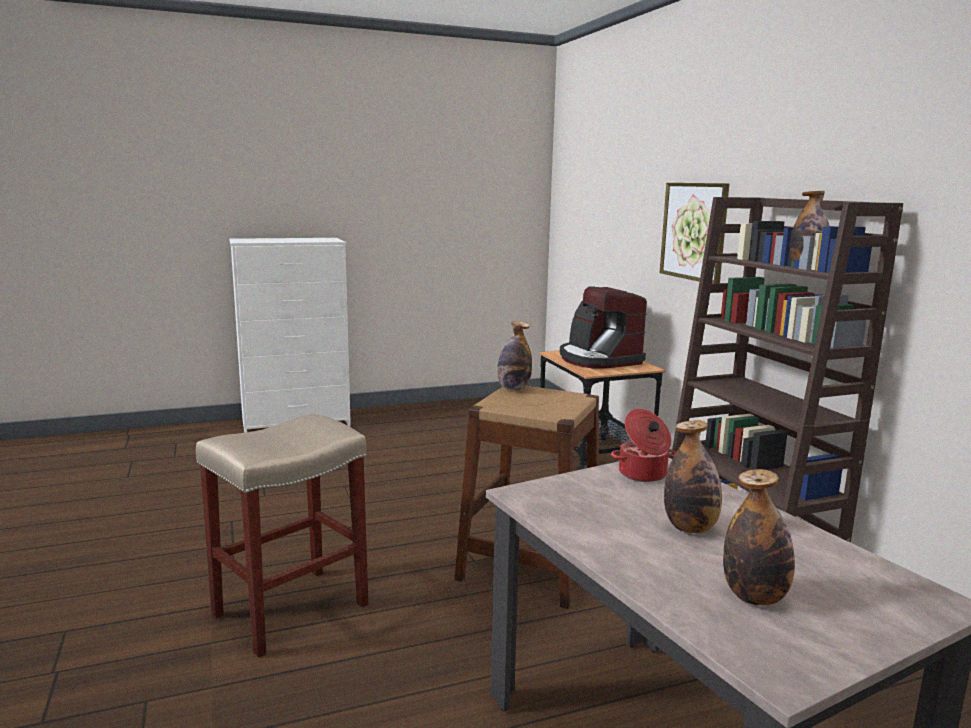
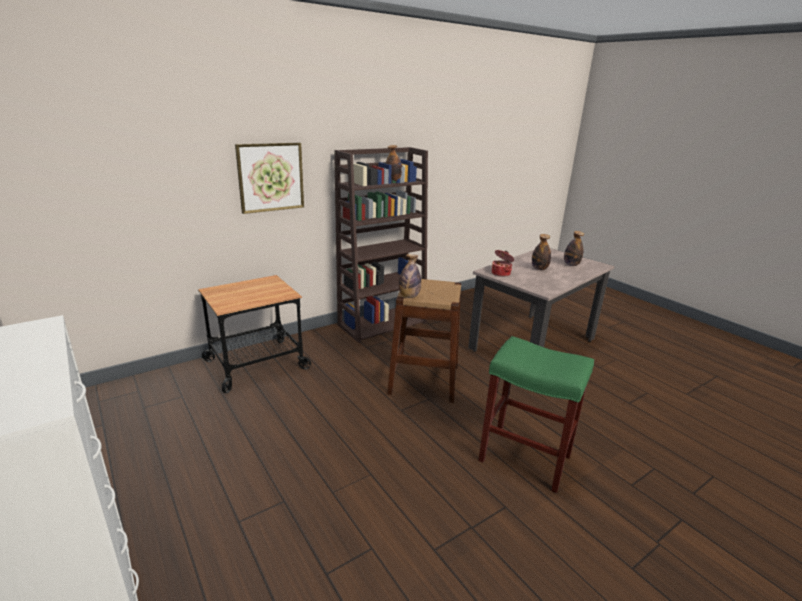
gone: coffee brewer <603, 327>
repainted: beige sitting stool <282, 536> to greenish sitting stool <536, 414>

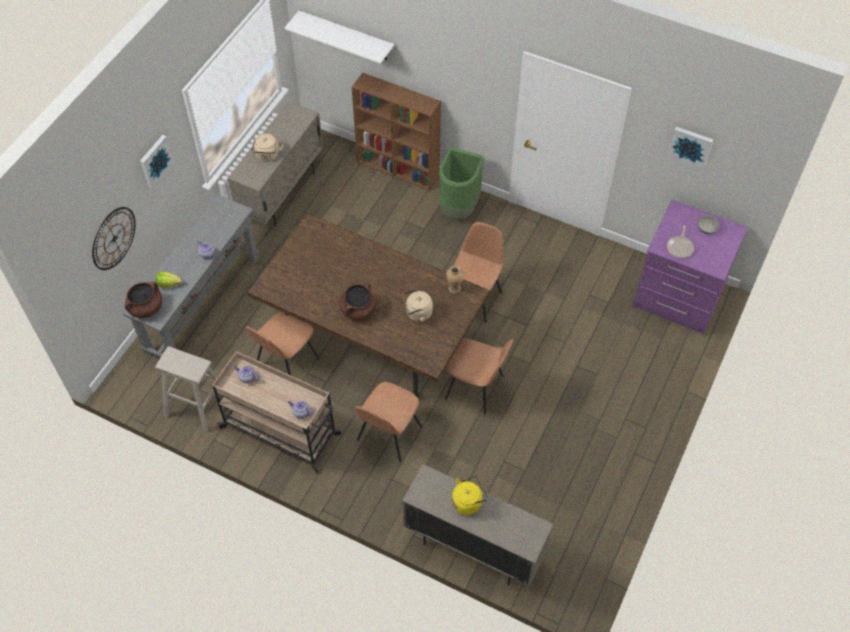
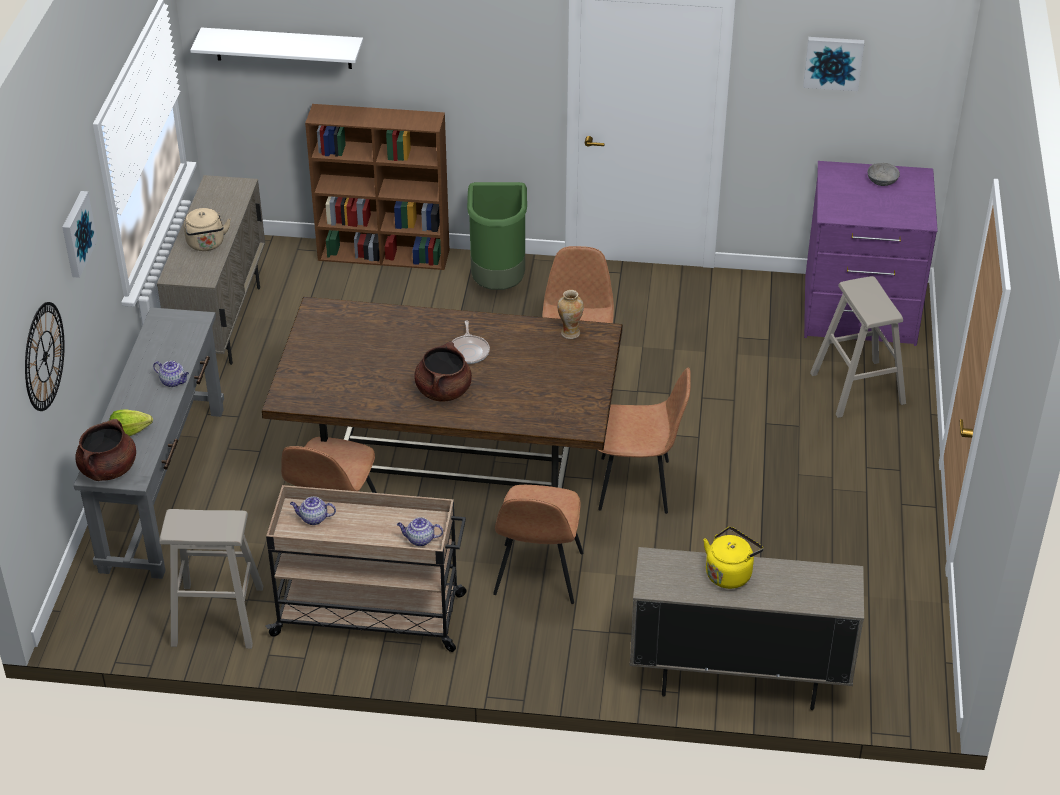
gone: beige tea kettle <417, 305>
new: beige sitting stool <858, 347>
shifted: skillet <680, 241> to <470, 342>

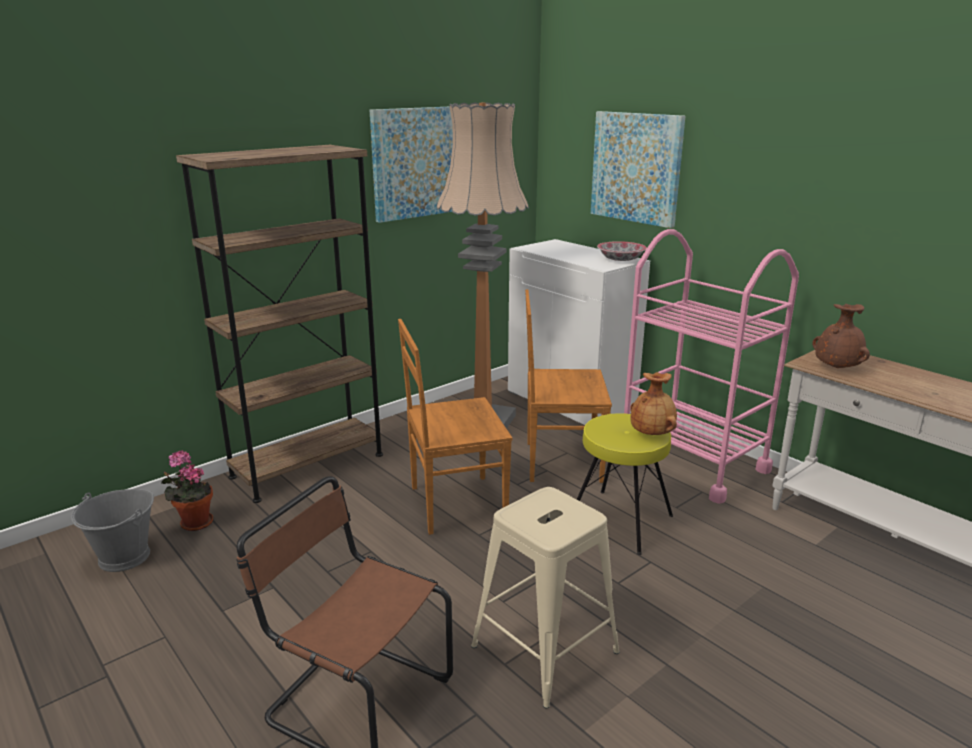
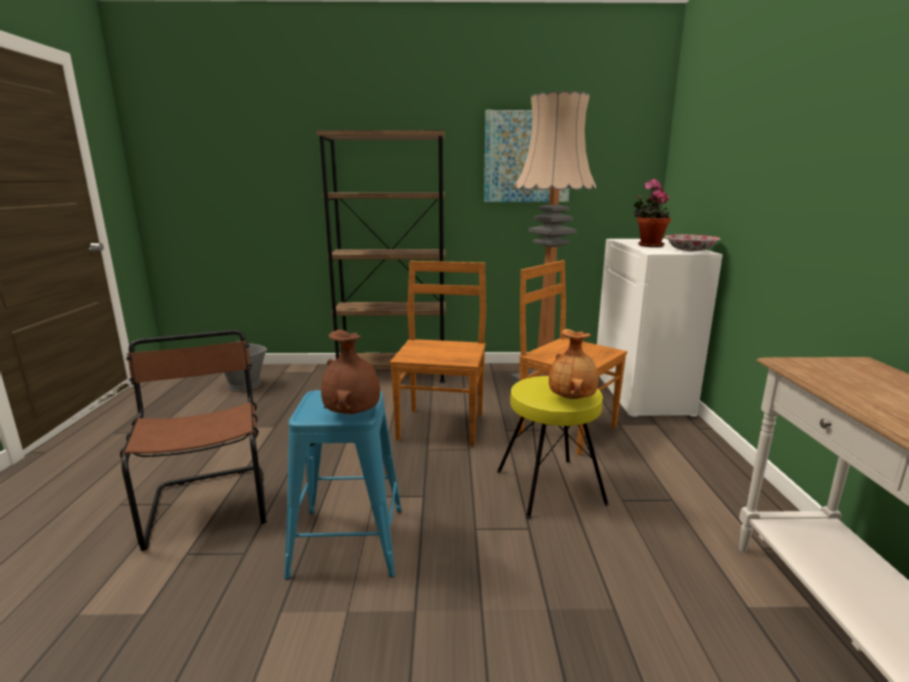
gone: wall art <638, 169>; pink-coloured cart <711, 366>
shifted: brown-coloured decorative vase <841, 336> to <350, 372>; houseplant <187, 490> to <652, 213>
repainted: beige sitting stool <545, 597> to blue sitting stool <343, 485>
rotated: brown-coloured chair <455, 427> = <438, 353> 75 degrees clockwise

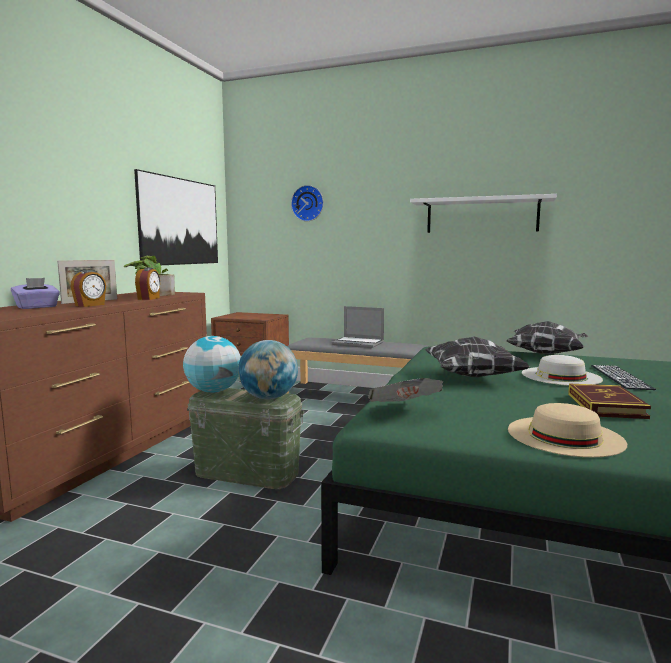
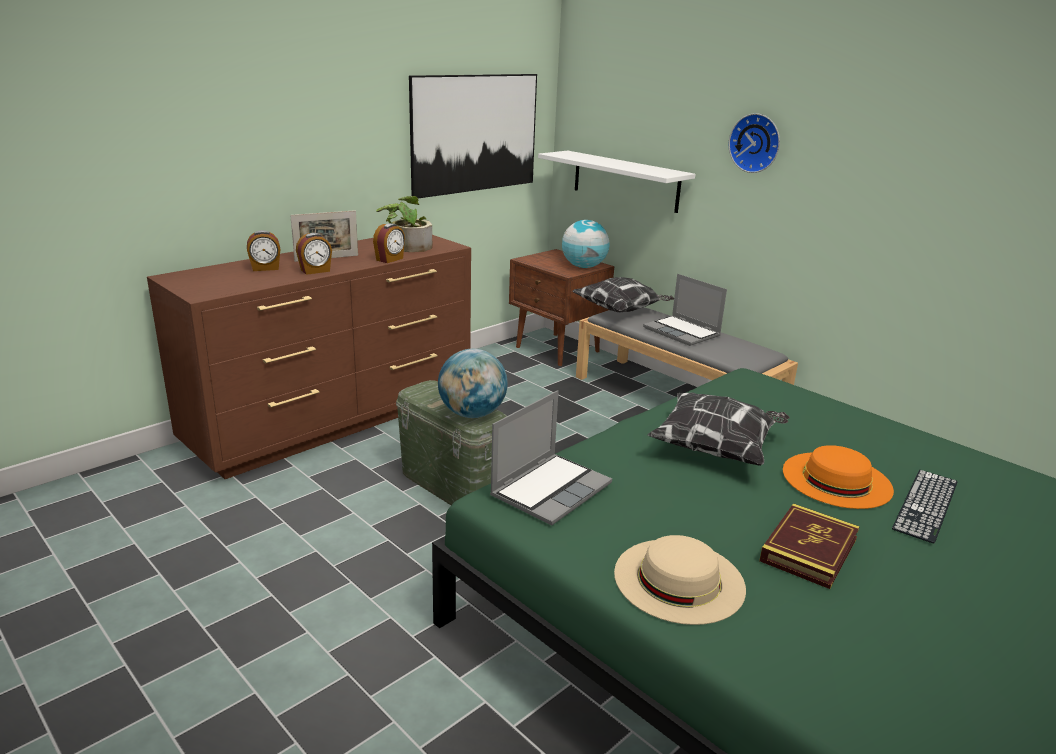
shifted: wall clock <307, 203> to <754, 143>; white bracket shelf <483, 213> to <617, 182>; cushion <547, 338> to <623, 295>; globe <212, 364> to <585, 244>
swapped: purple-coloured tissue holder <35, 293> to alarm clock <263, 250>; newspaper <405, 390> to laptop <551, 457>
repainted: white wearable hat <562, 370> to orangey wearable hat <838, 477>

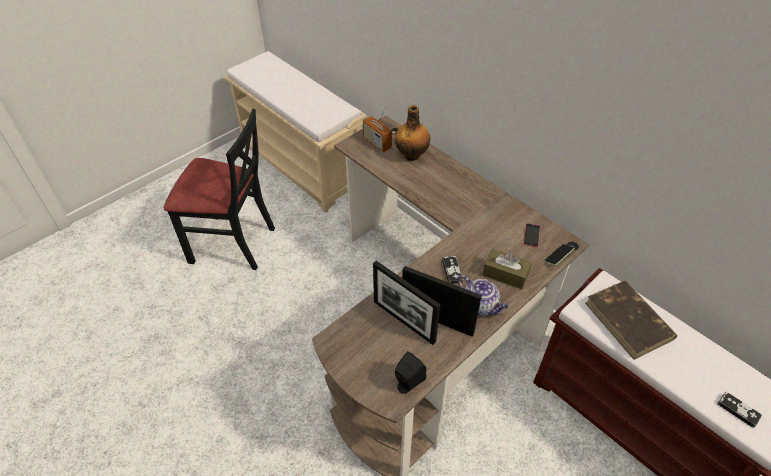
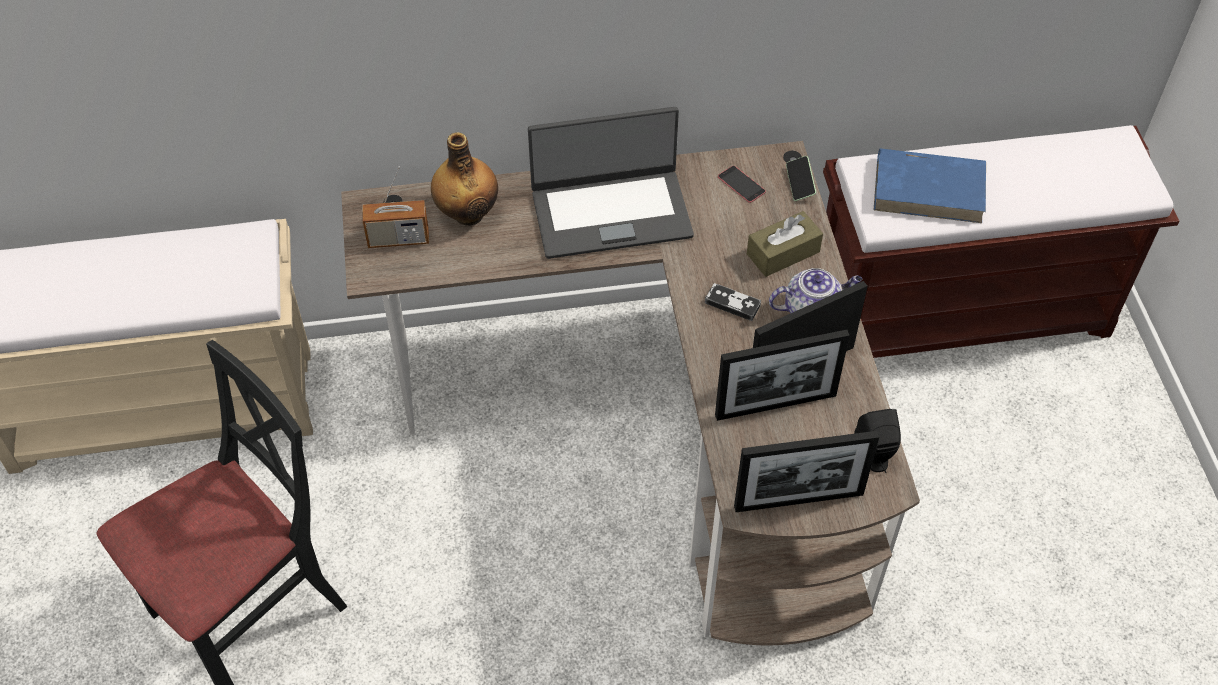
gone: gamepad <739, 410>
new: laptop <611, 183>; photo frame <806, 471>
repainted: brown-coloured volume <631, 320> to blue volume <930, 185>

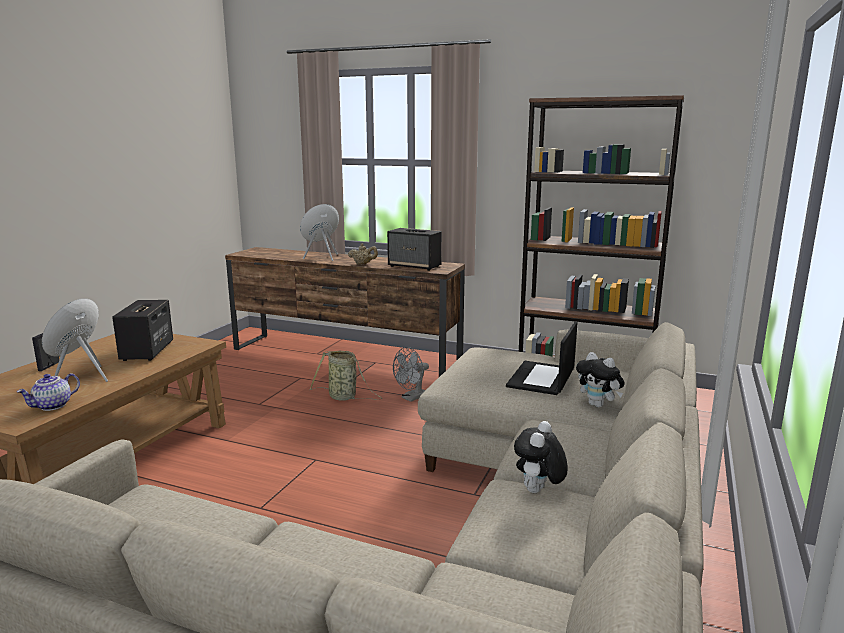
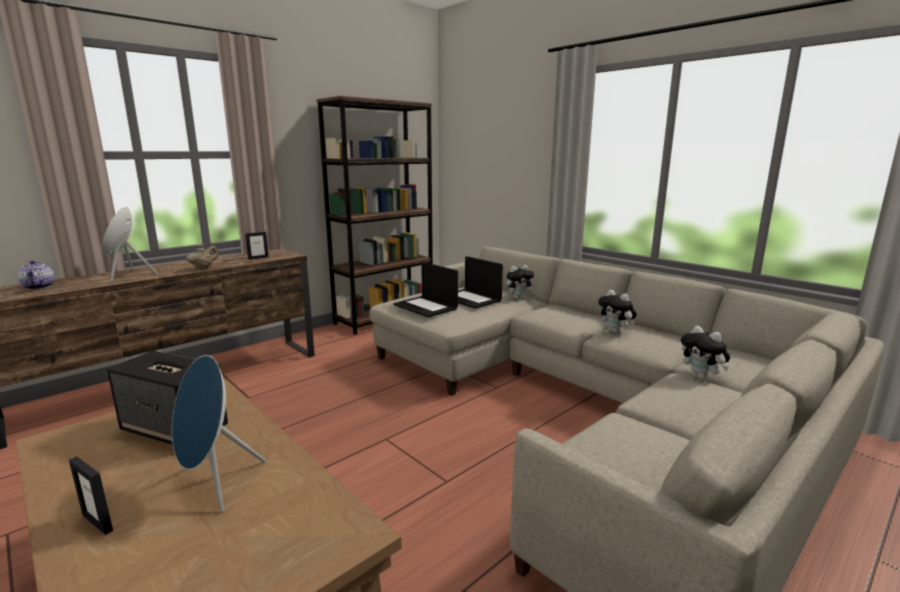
gone: grey electric fan <411, 374>; basket <346, 376>
new: laptop <426, 290>; soft toy <705, 353>
shifted: teapot <48, 392> to <36, 275>
swapped: audio speaker <414, 249> to photo frame <257, 246>

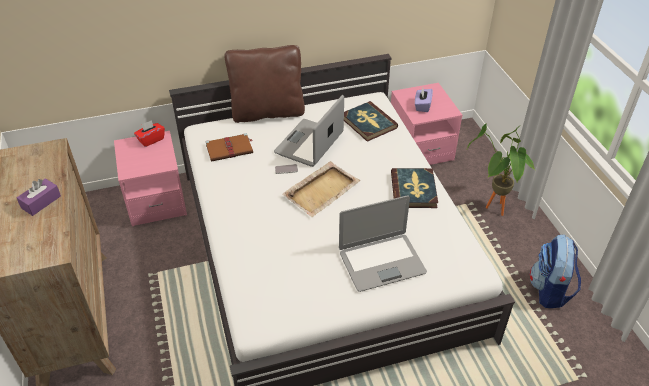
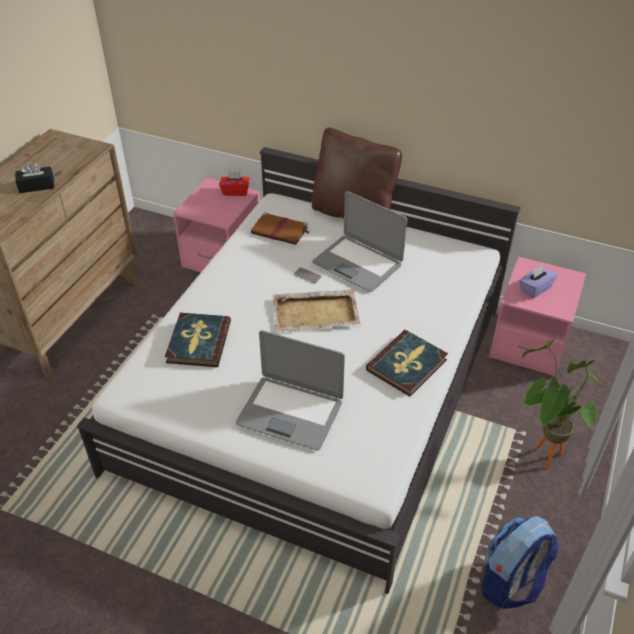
shifted: volume <371, 121> to <198, 340>
repainted: purple-coloured tissue holder <39, 197> to black tissue holder <34, 177>
rotated: laptop <309, 131> = <359, 241> 120 degrees counterclockwise

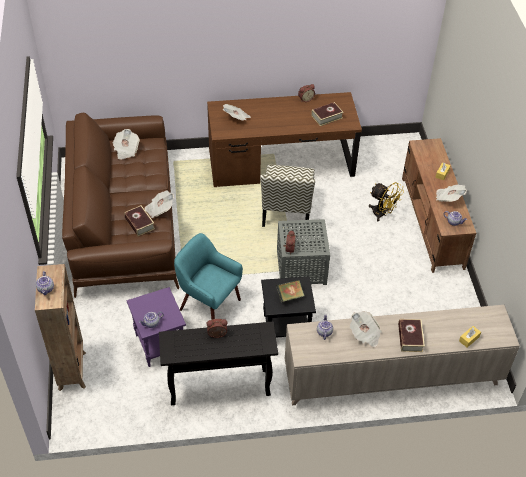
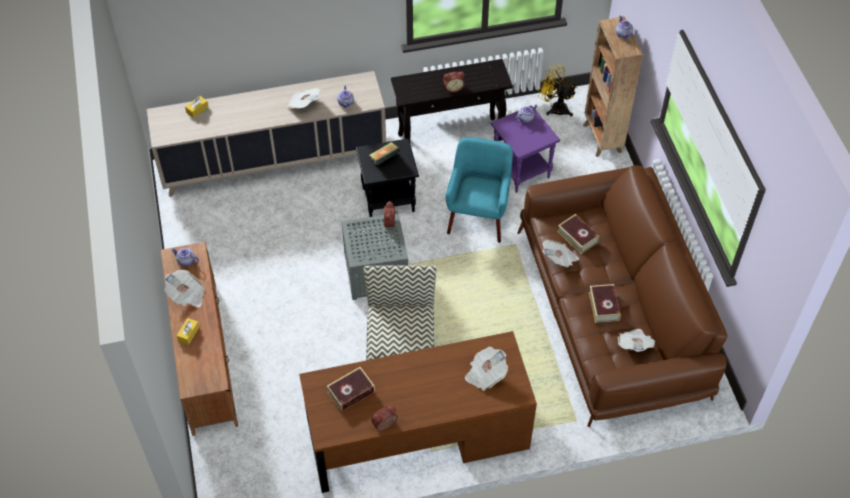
shifted: yellow electric fan <386, 201> to <557, 90>; volume <411, 335> to <605, 303>
rotated: turquoise easy chair <208, 276> = <479, 190> 105 degrees counterclockwise

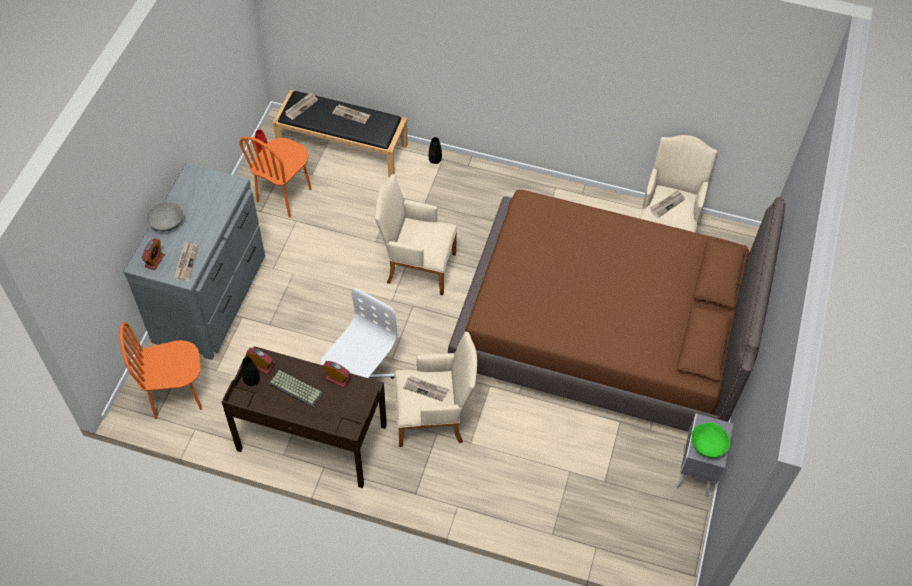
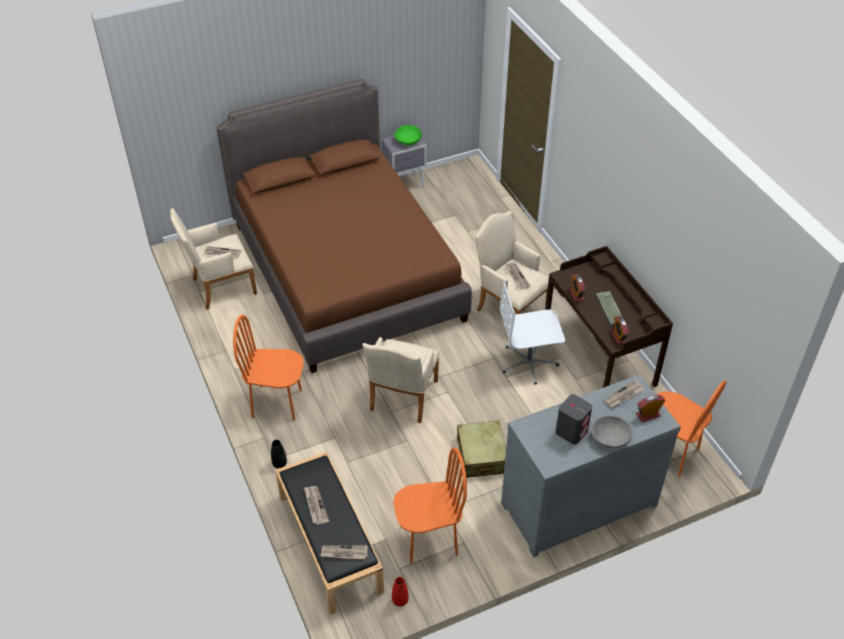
gone: black decorative vase <251, 371>
new: orangey chair <268, 367>; grey audio speaker <574, 419>; beige piece of luggage <481, 449>
rotated: beige easy chair <416, 234> = <401, 380> 45 degrees clockwise

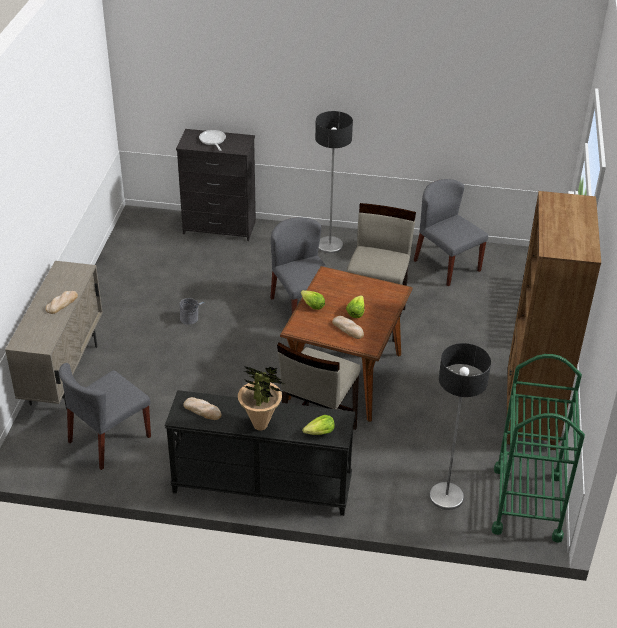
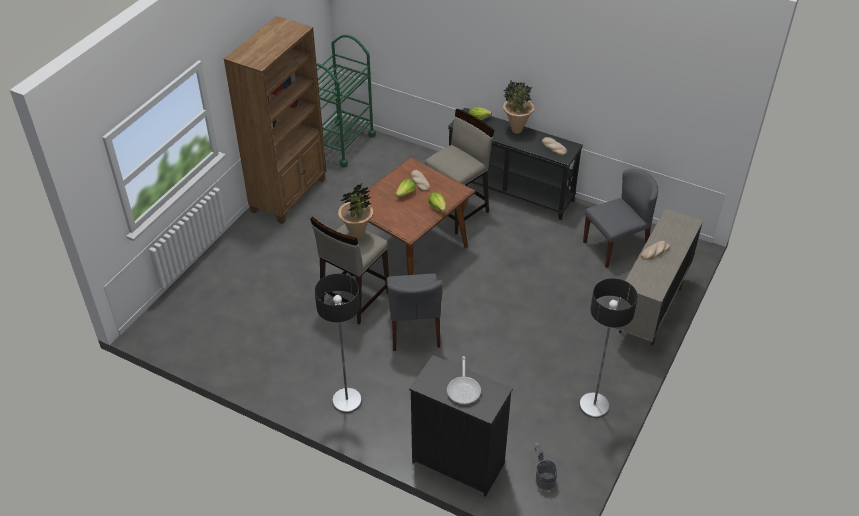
gone: grey chair <451, 232>
new: houseplant <355, 212>
shifted: grey pail <191, 311> to <545, 466>; standing lamp <460, 426> to <608, 348>

